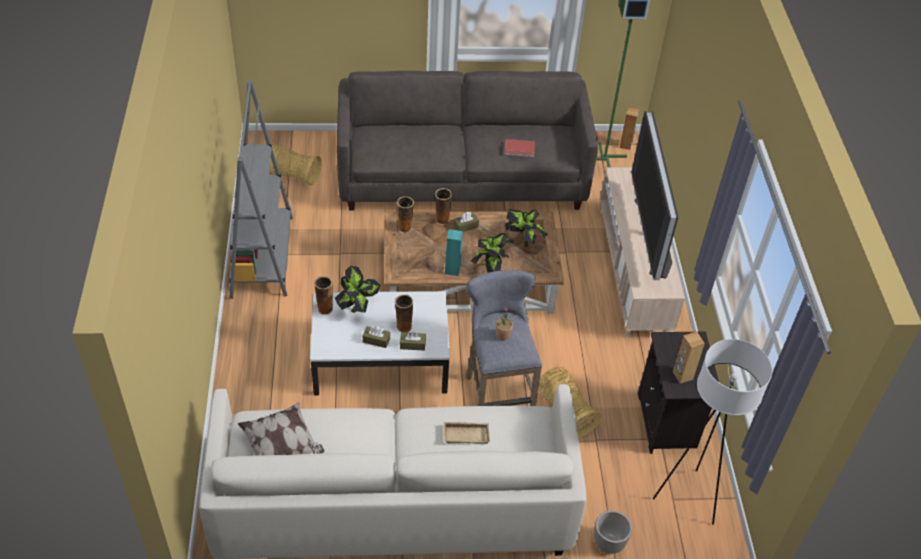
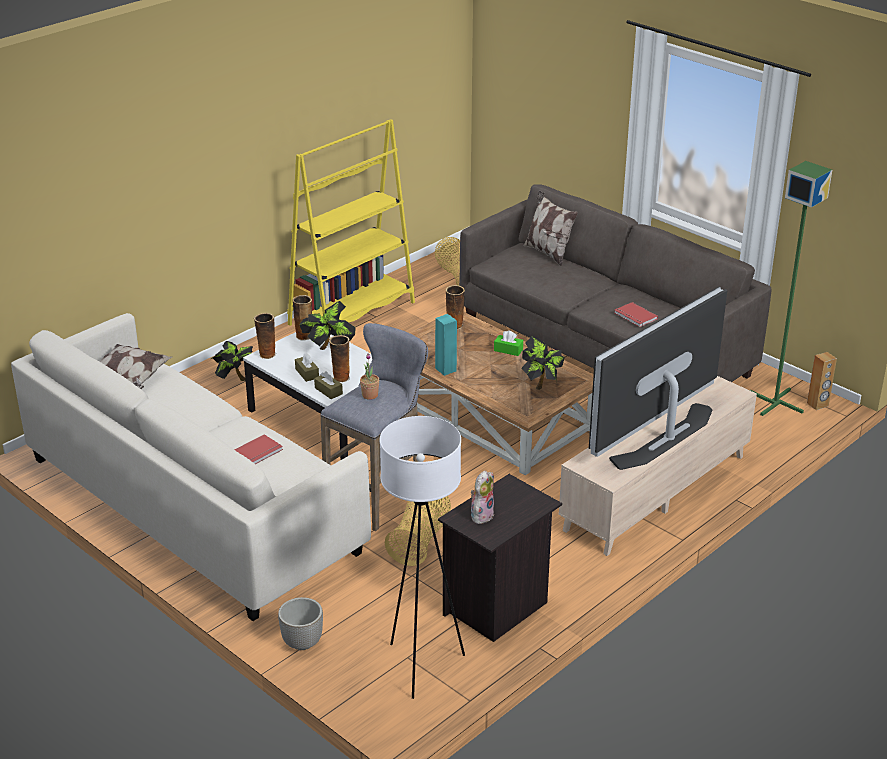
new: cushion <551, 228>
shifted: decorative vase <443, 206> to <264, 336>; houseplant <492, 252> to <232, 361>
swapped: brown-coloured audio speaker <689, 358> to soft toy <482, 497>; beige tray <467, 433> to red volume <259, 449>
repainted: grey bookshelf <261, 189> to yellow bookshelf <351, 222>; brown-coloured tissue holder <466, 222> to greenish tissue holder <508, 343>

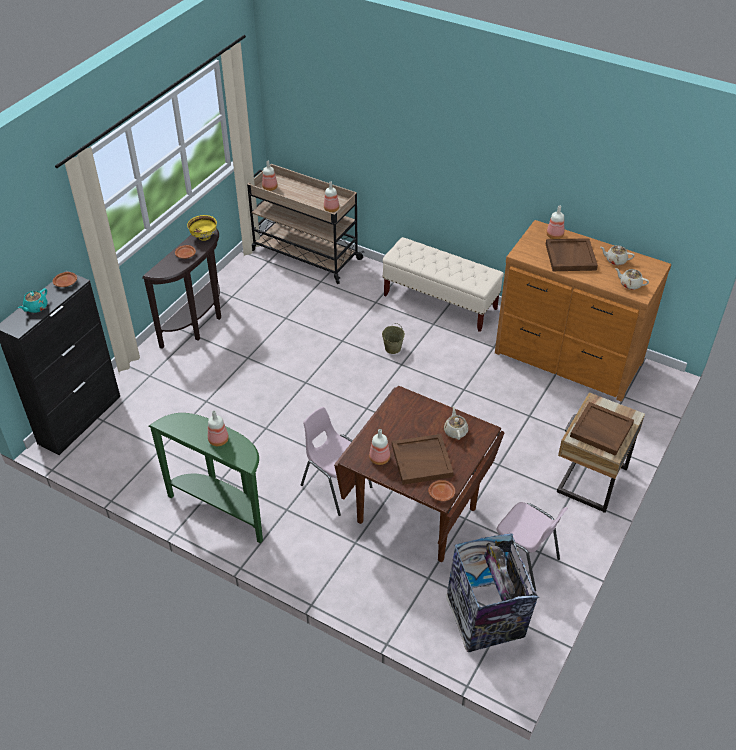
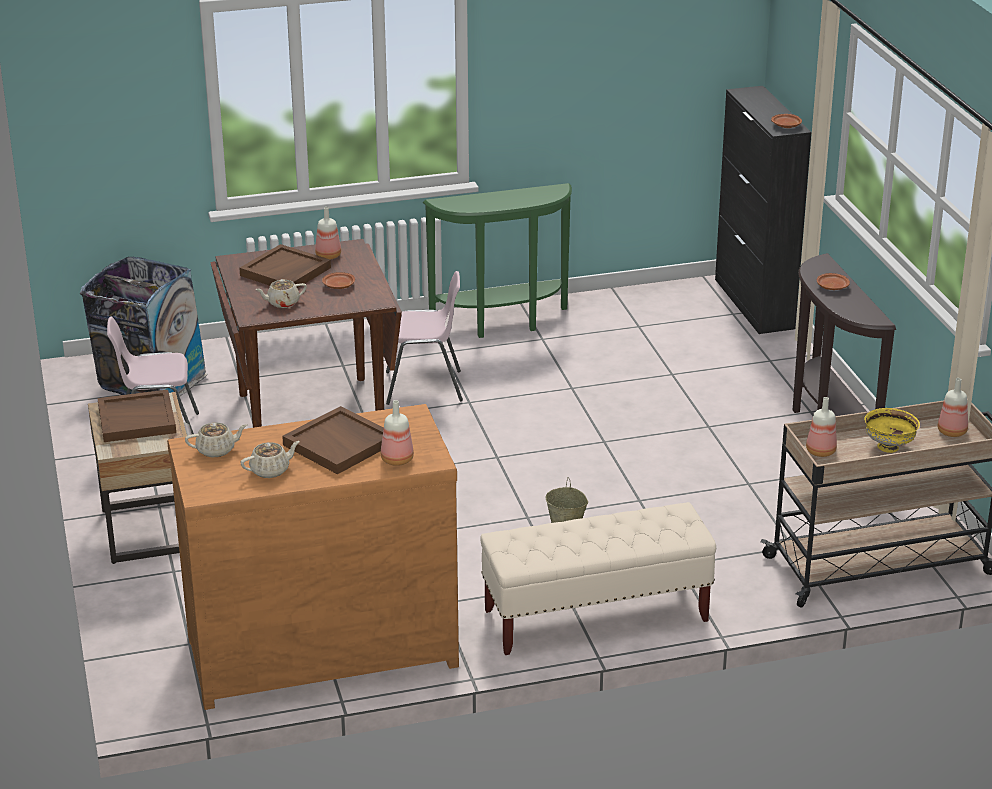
gone: turquoise teapot <33, 300>; bottle <218, 428>
shifted: yellow serving bowl <202, 228> to <892, 430>; brown-coloured dinner plate <441, 490> to <338, 280>
rotated: beige teapot <456, 423> = <281, 293> 120 degrees clockwise

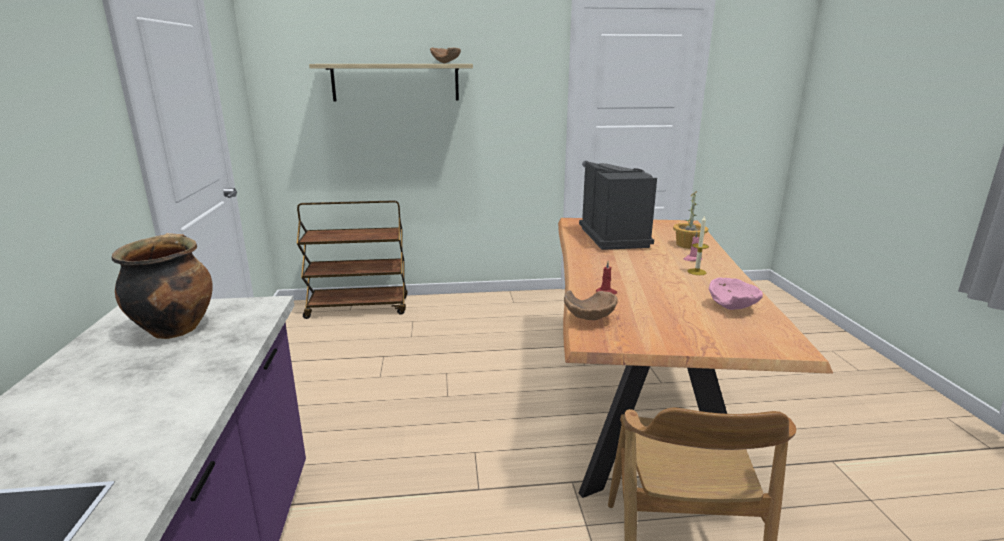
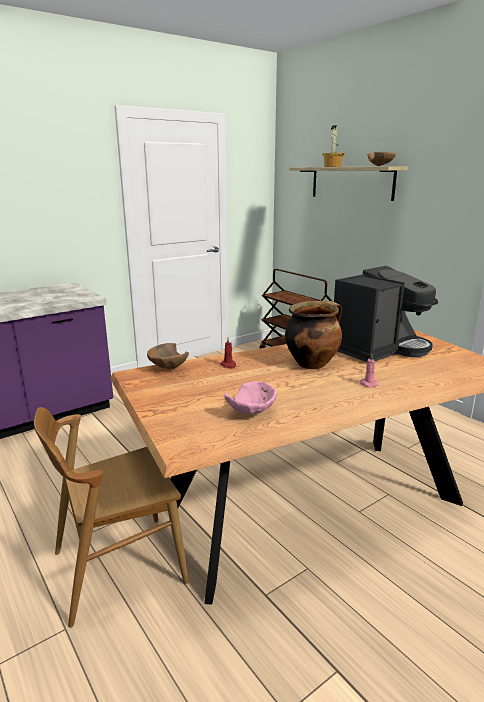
gone: wax candle <698, 245>
shifted: houseplant <690, 220> to <333, 146>; cooking pot <162, 286> to <313, 335>

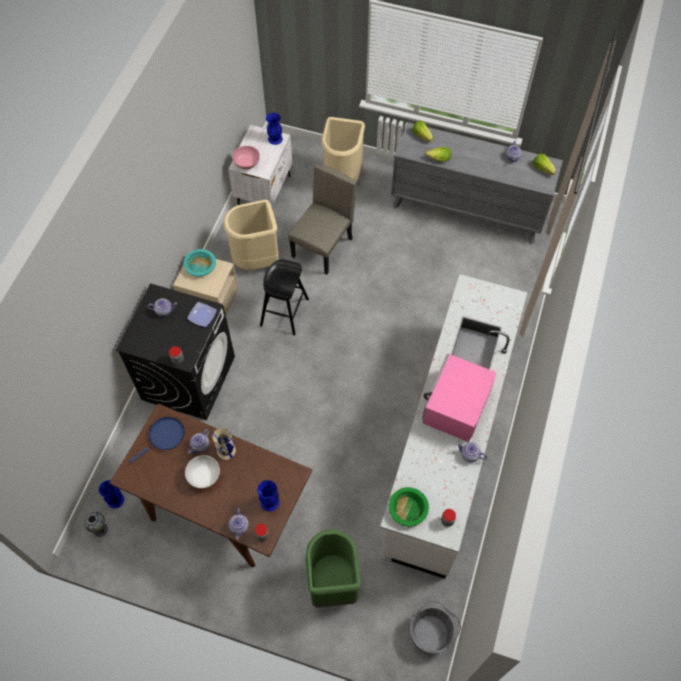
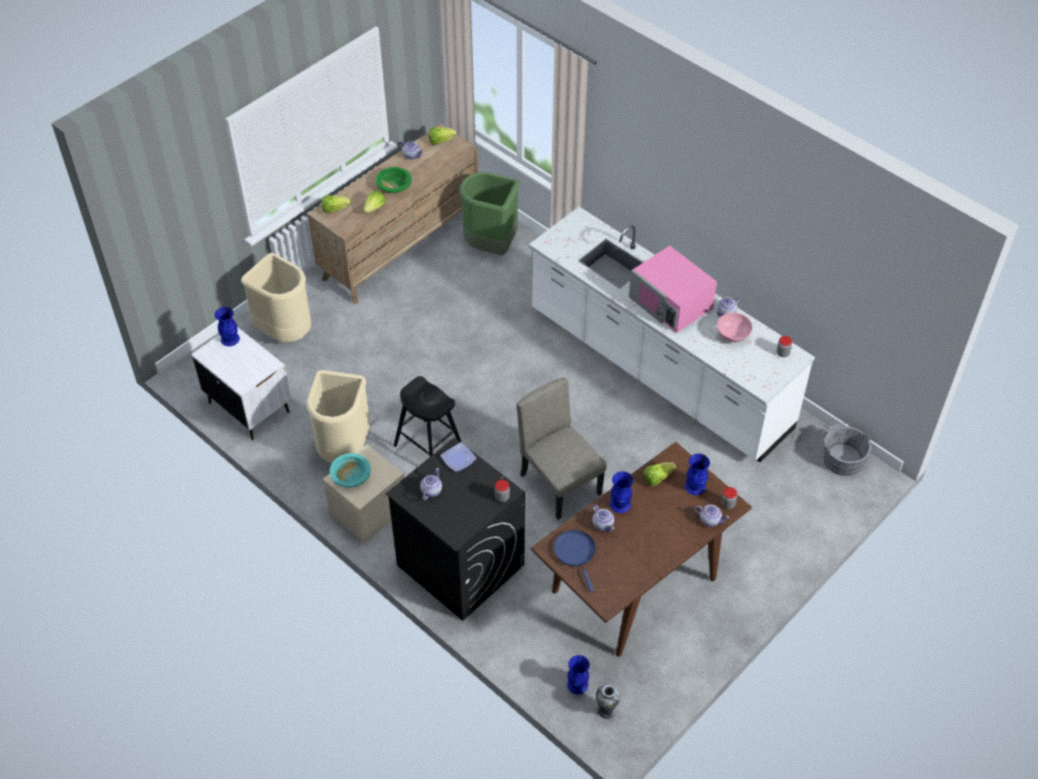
gone: white serving bowl <202, 472>
new: head of lettuce <659, 474>
shifted: pink-coloured serving bowl <246, 157> to <735, 327>; beige chair <322, 219> to <562, 448>; greenish serving bowl <409, 507> to <394, 180>; greenish rubbish bin <333, 568> to <489, 213>
repainted: grey drawer chest <477, 183> to brown-coloured drawer chest <393, 214>; beige decorative vase <224, 444> to blue decorative vase <621, 492>

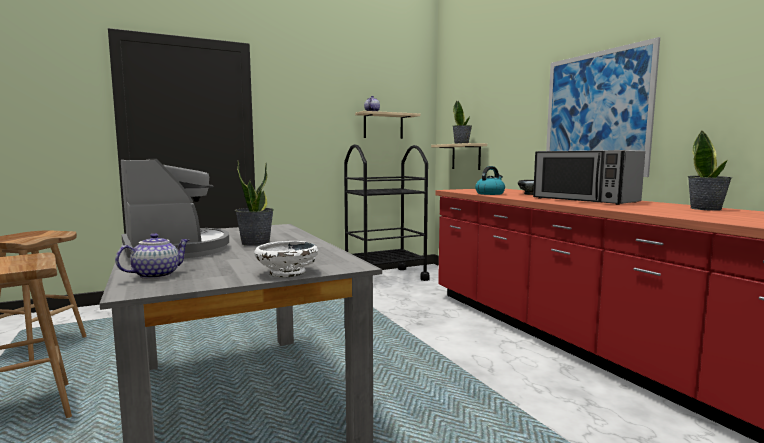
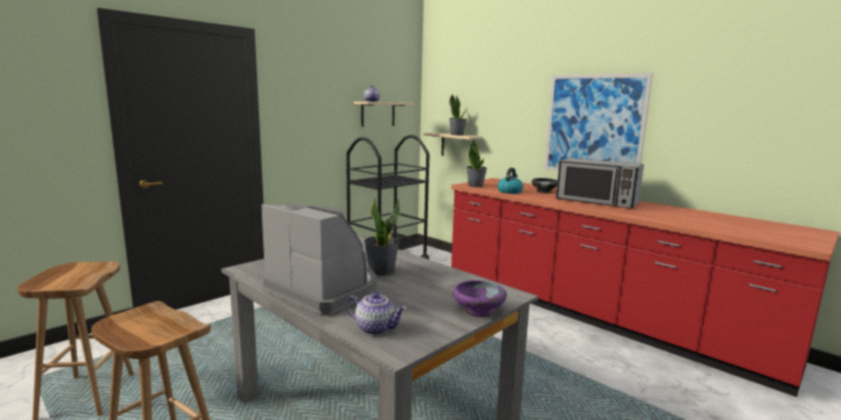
shifted: houseplant <710, 170> to <476, 163>
repainted: white serving bowl <286, 259> to purple-coloured serving bowl <480, 298>
rotated: teapot <152, 256> = <376, 313> 90 degrees clockwise

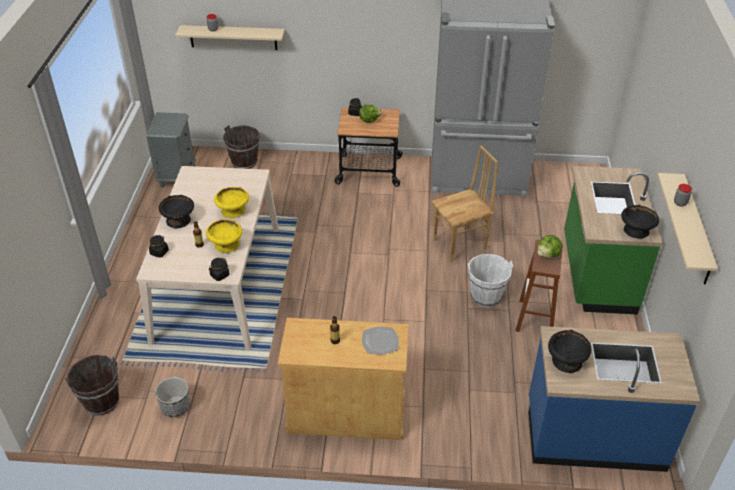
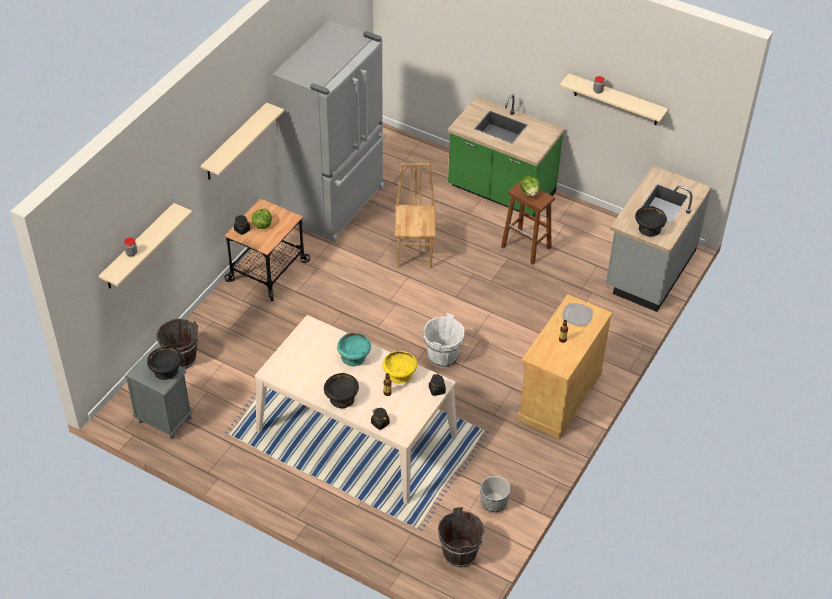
new: beige bracket shelf <242, 141>
shifted: black serving bowl <640, 222> to <164, 363>; white pail <490, 280> to <444, 340>
repainted: yellow serving bowl <231, 202> to turquoise serving bowl <354, 349>; blue kitchen base unit <614, 399> to grey kitchen base unit <658, 239>

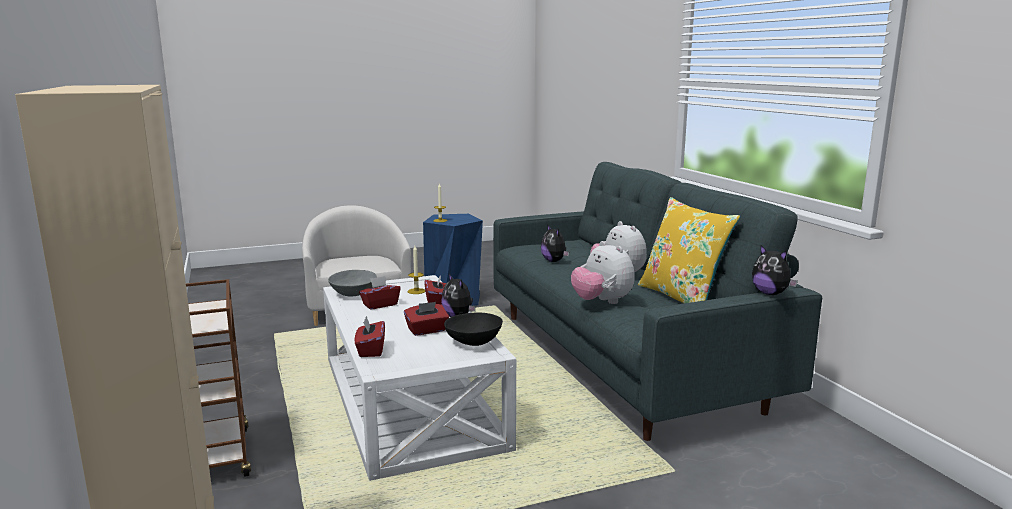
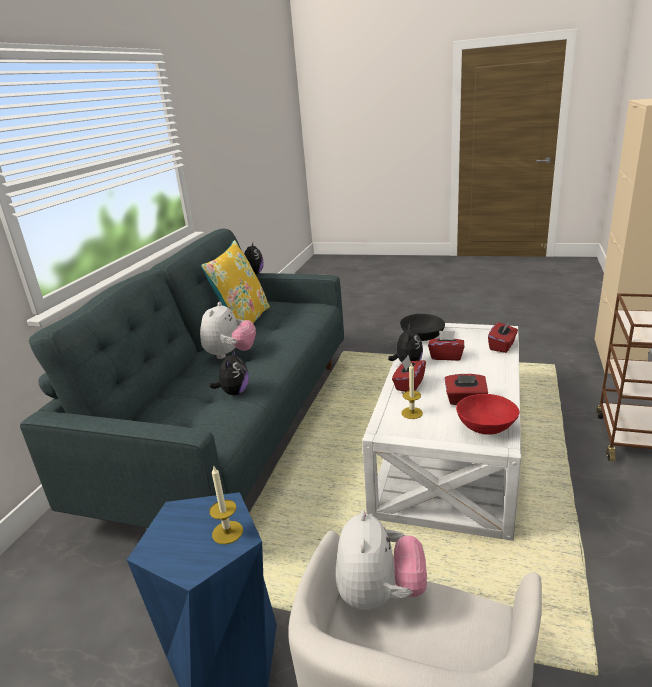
shifted: soft toy <603, 272> to <381, 560>
repainted: grey serving bowl <352, 283> to red serving bowl <487, 414>

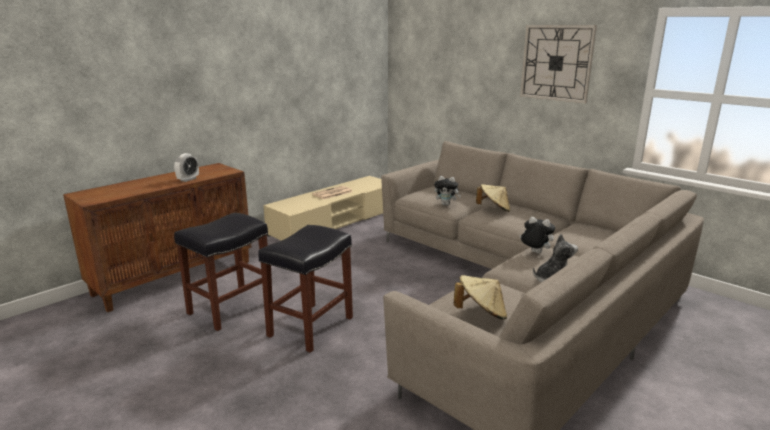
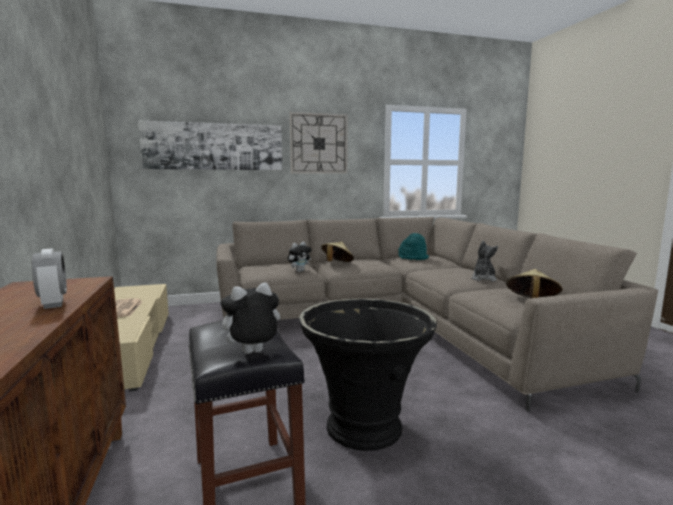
new: wall art <210, 145>; turquoise wearable hat <413, 246>
shifted: soft toy <537, 235> to <247, 318>
swapped: black sitting stool <305, 289> to black flower pot <368, 375>

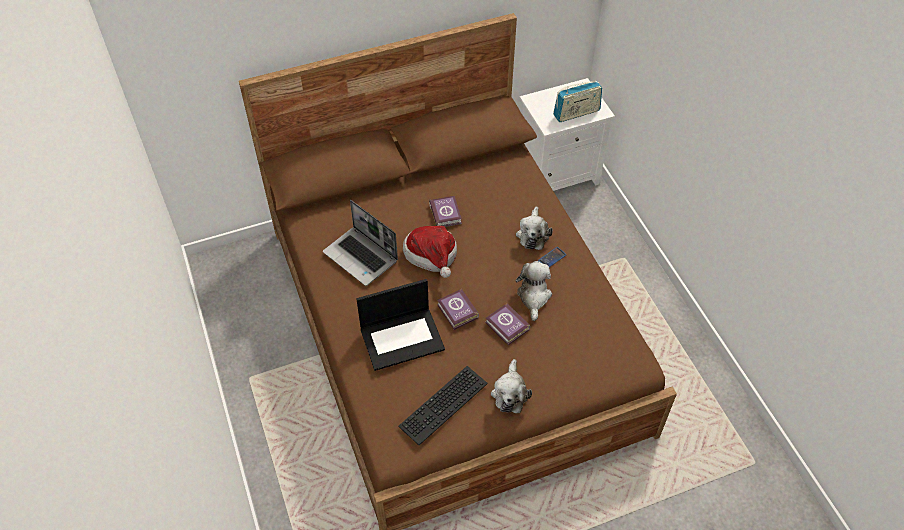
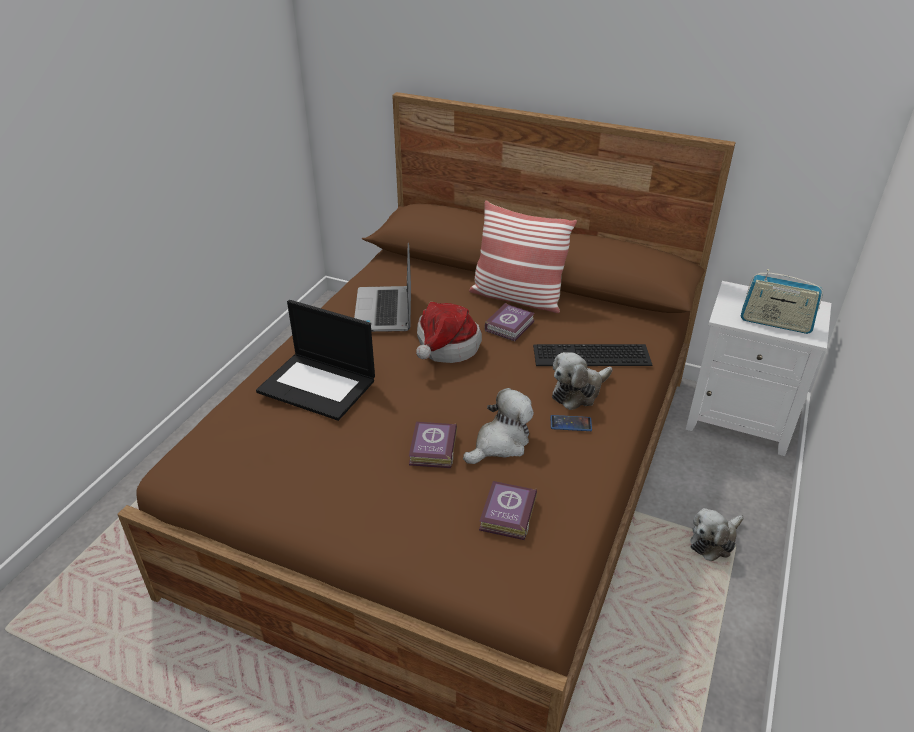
new: cushion <523, 256>
shifted: volume <458, 309> to <508, 510>; soft toy <511, 386> to <717, 534>; keyboard <443, 405> to <592, 355>

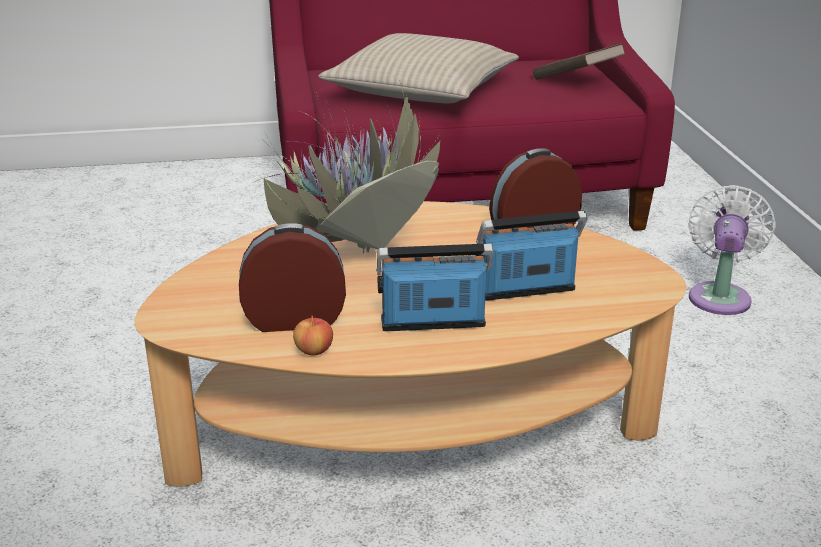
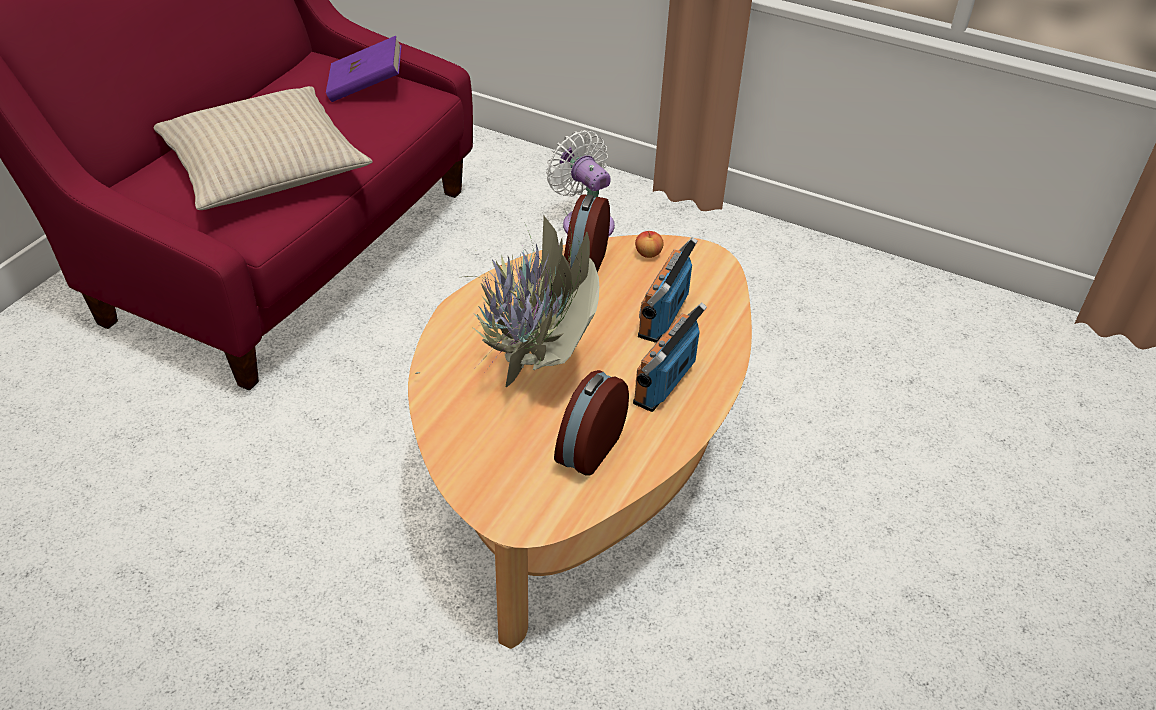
shifted: apple <313, 335> to <649, 244>
repainted: brown-coloured volume <579, 61> to purple-coloured volume <364, 69>

